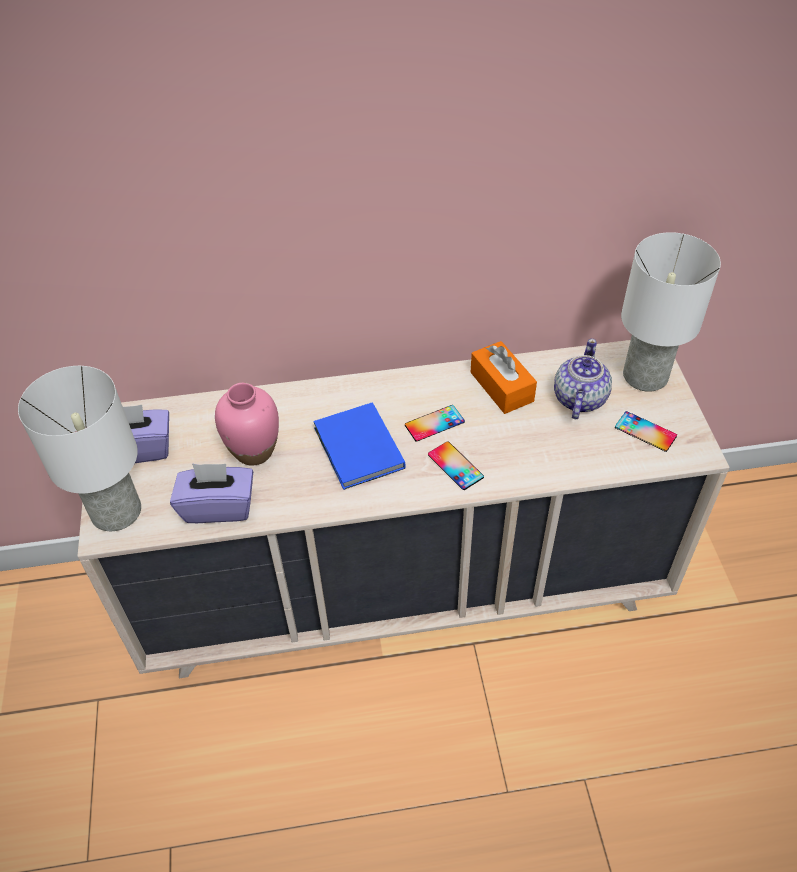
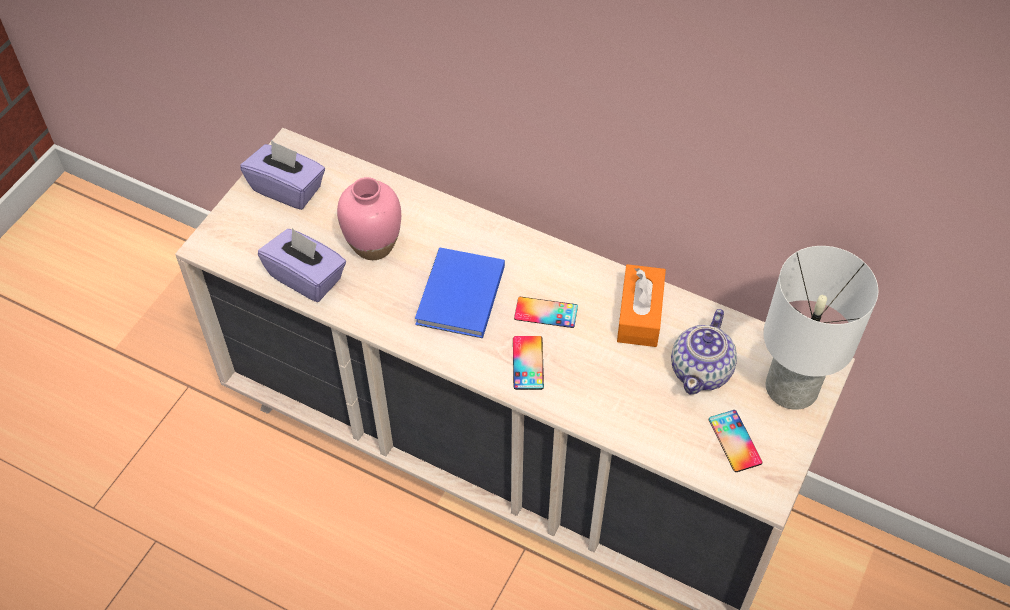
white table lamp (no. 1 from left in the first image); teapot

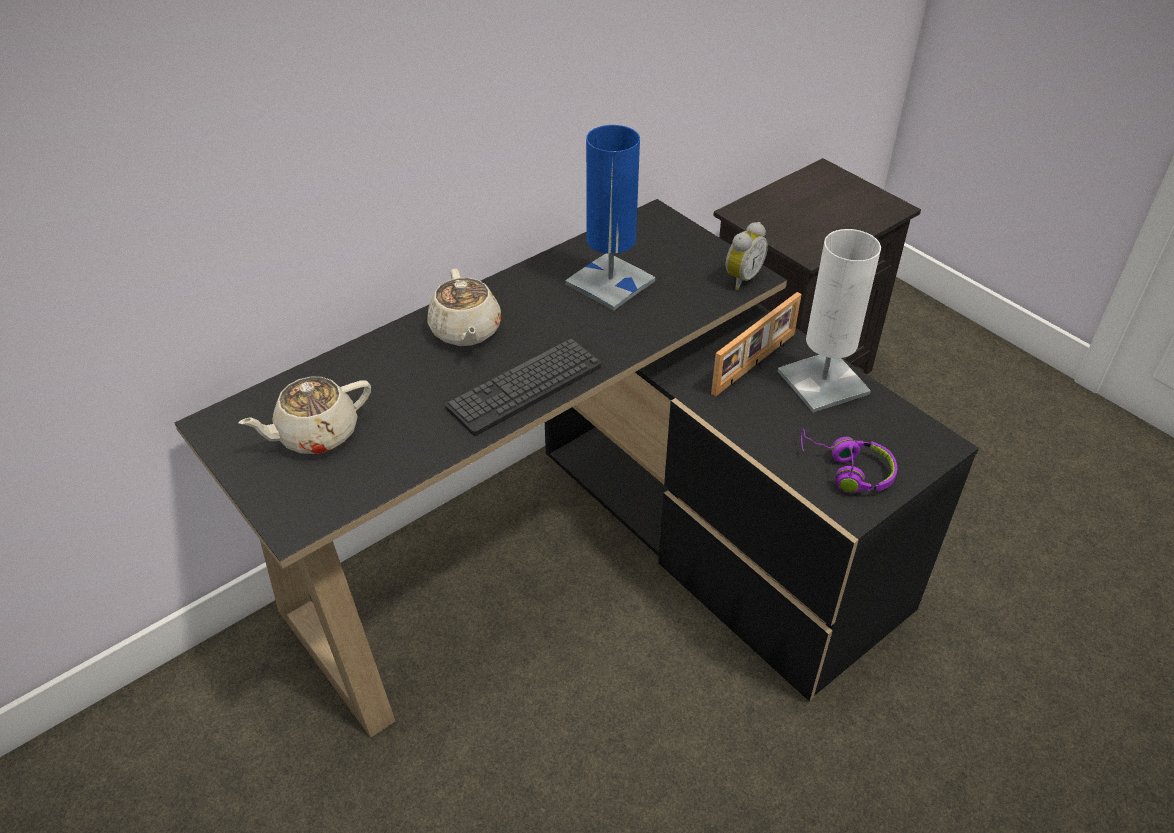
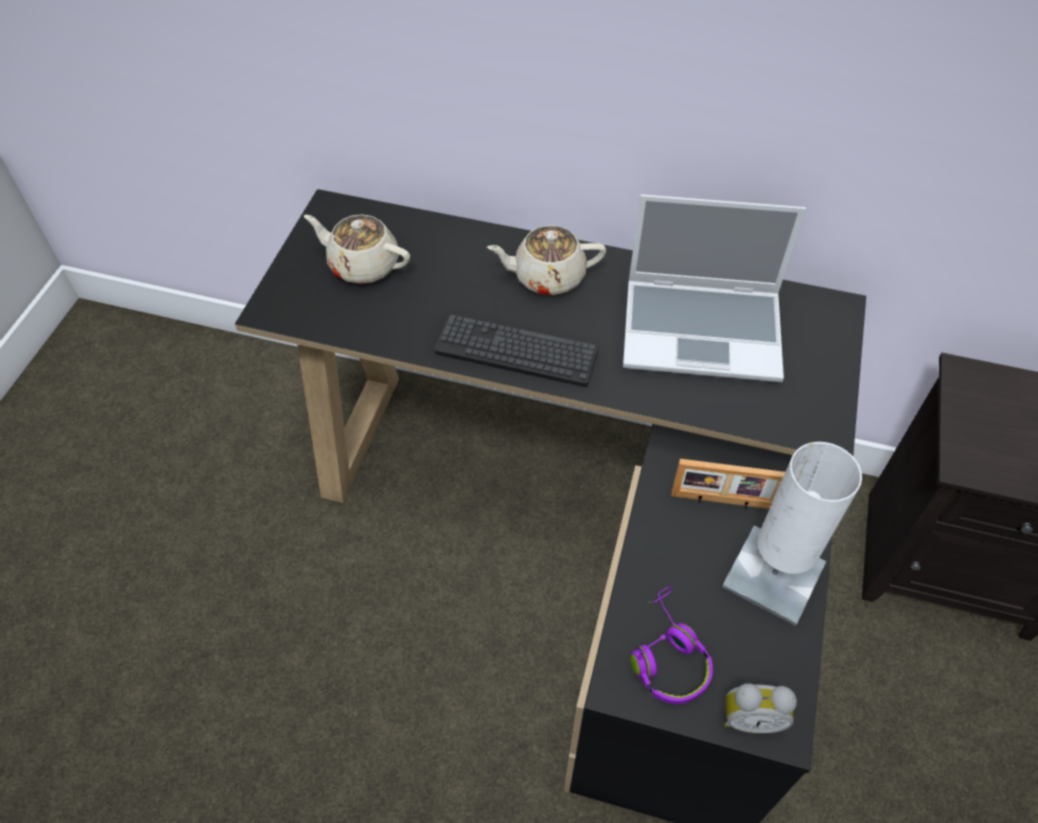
alarm clock; laptop; beige teapot (no. 2 from left)

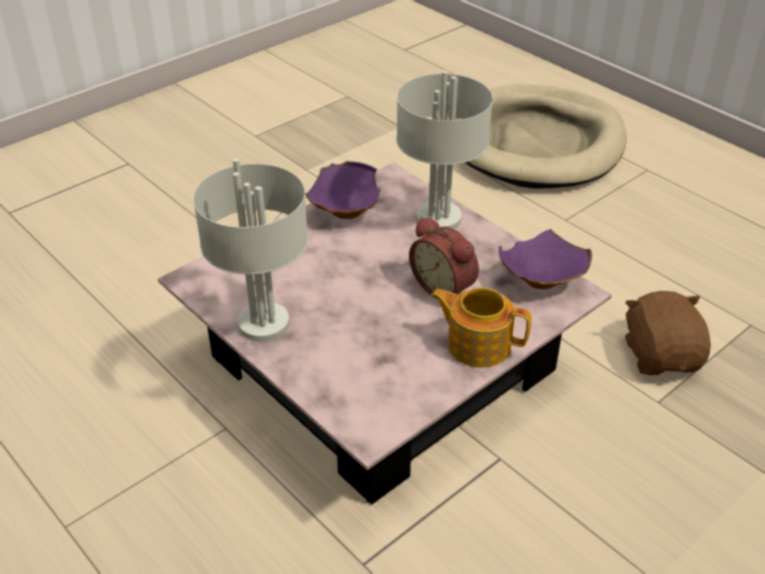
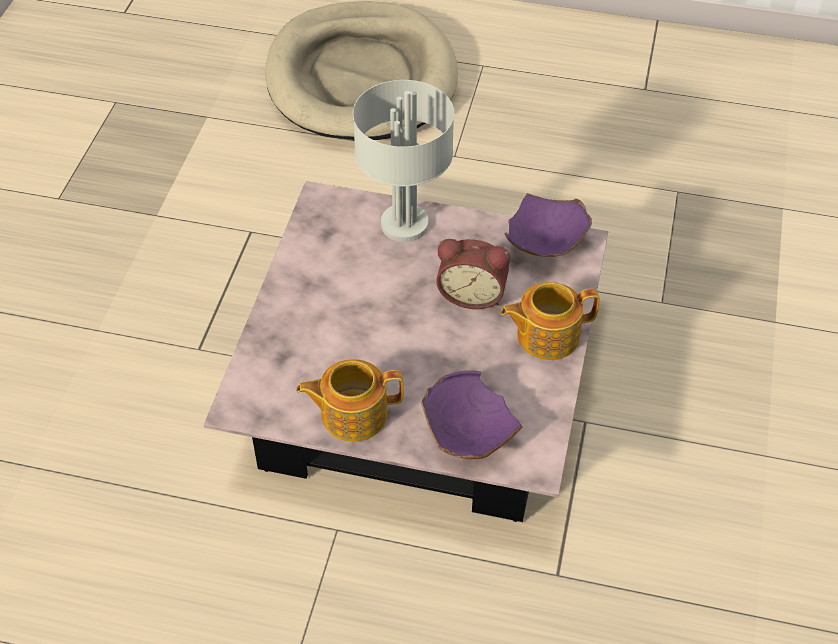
brown plush toy; purple bowl (no. 1 from left); teapot (no. 1 from left)

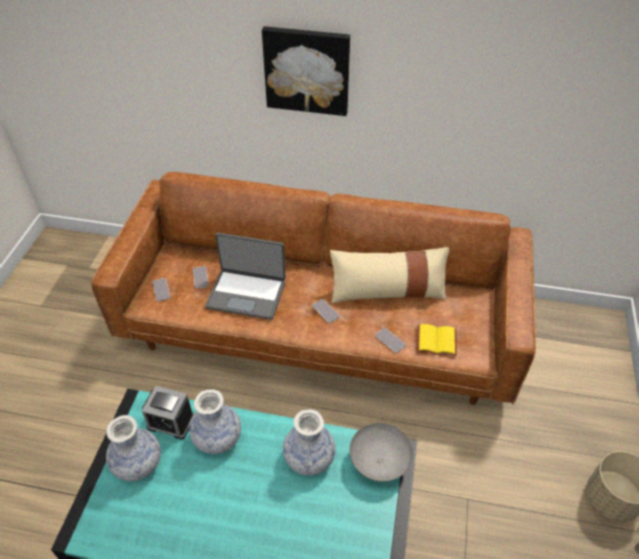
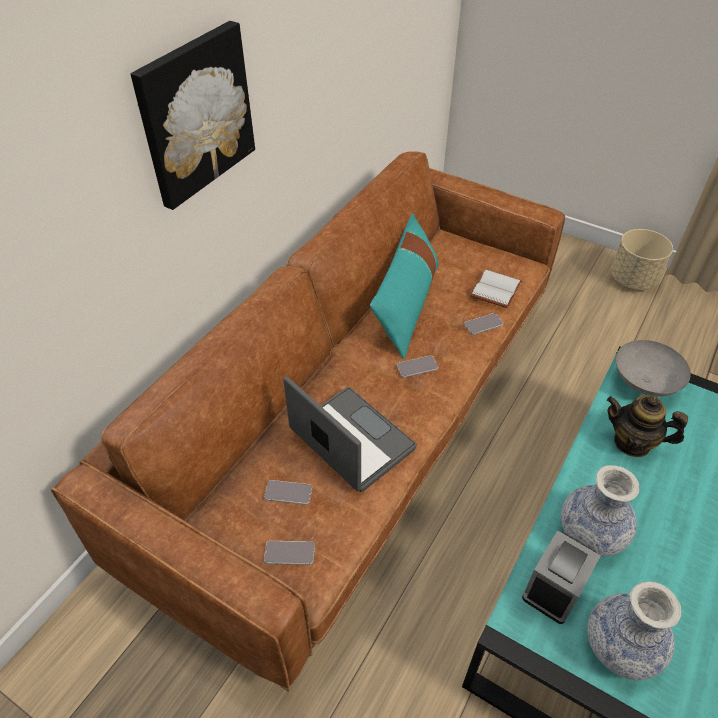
teapot; turquoise pillow; white book; laptop

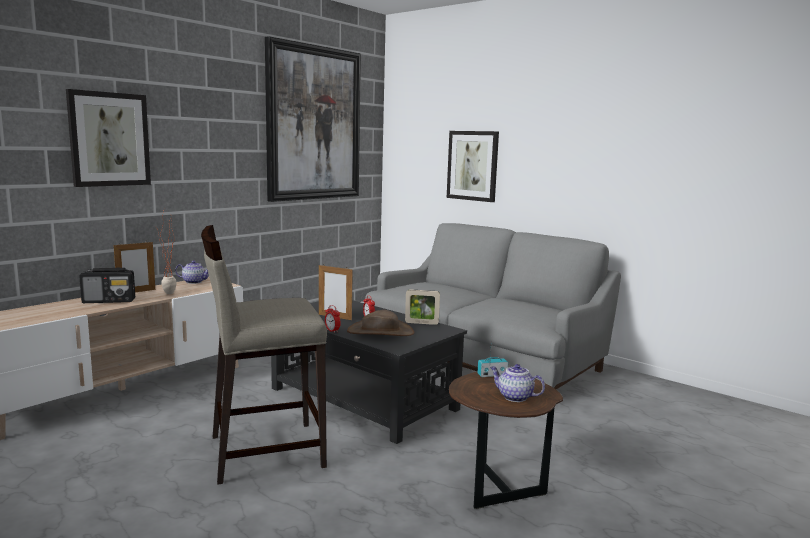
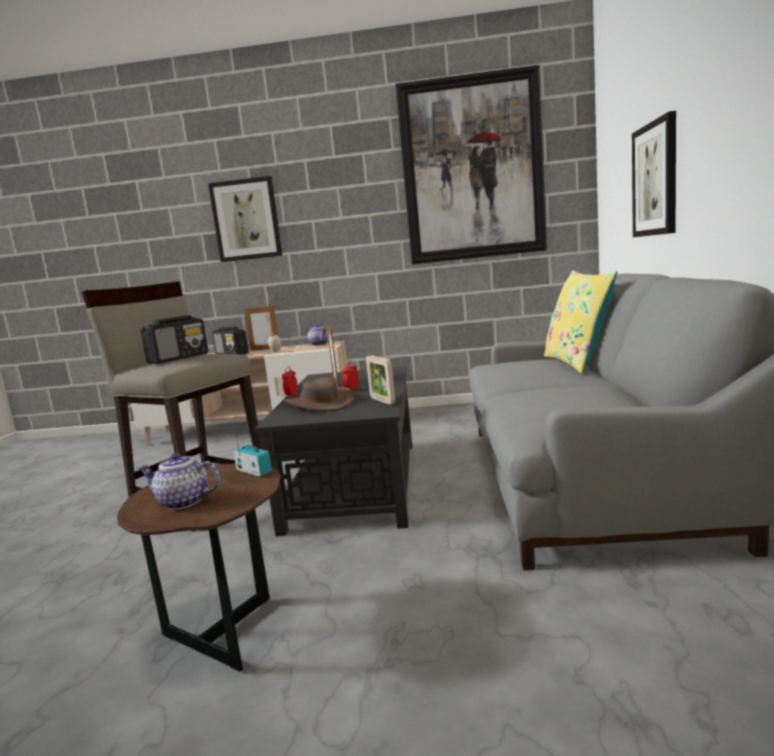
radio (no. 1 from left); yellow pillow; teapot (no. 1 from left)

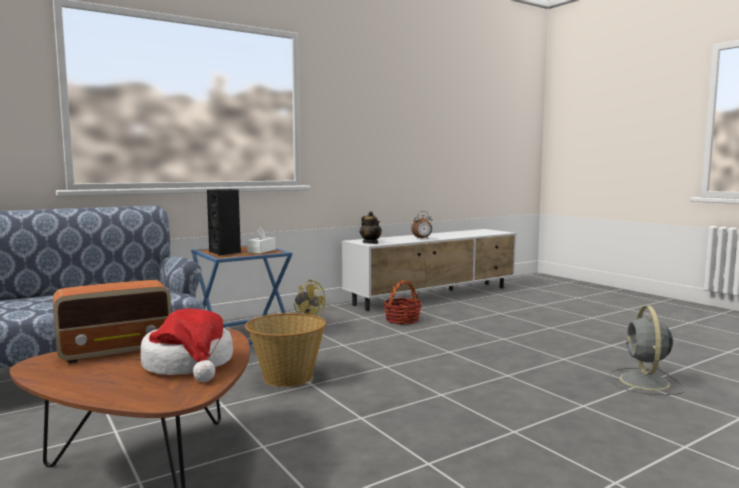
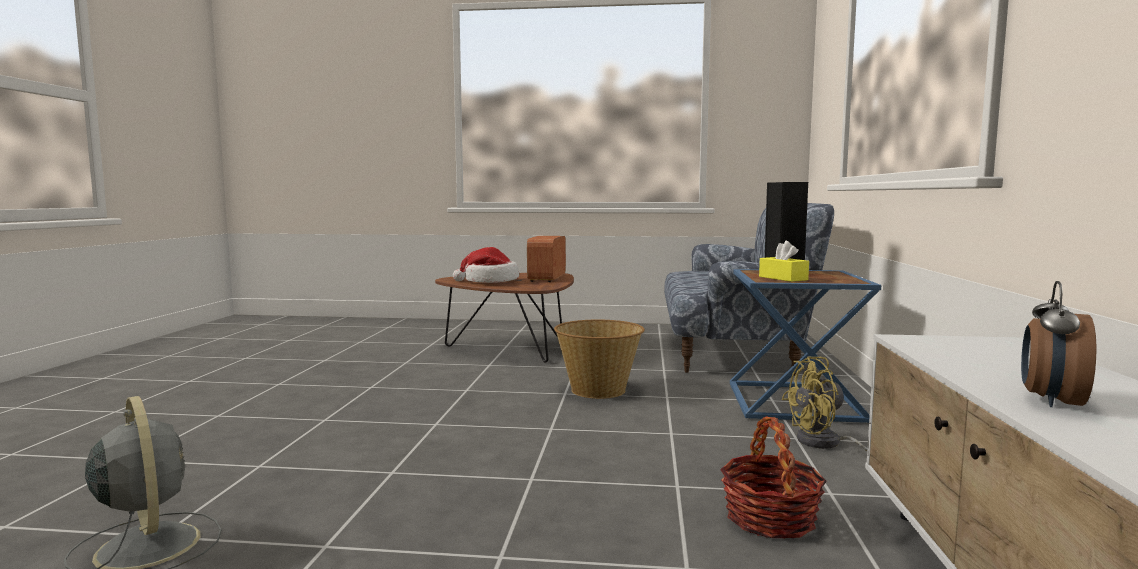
teapot; yellow tissue box

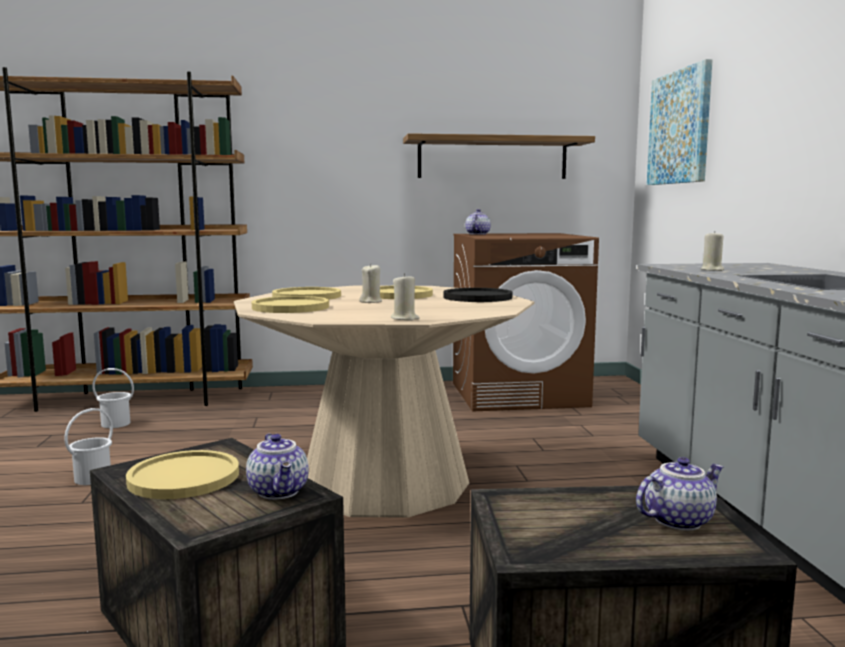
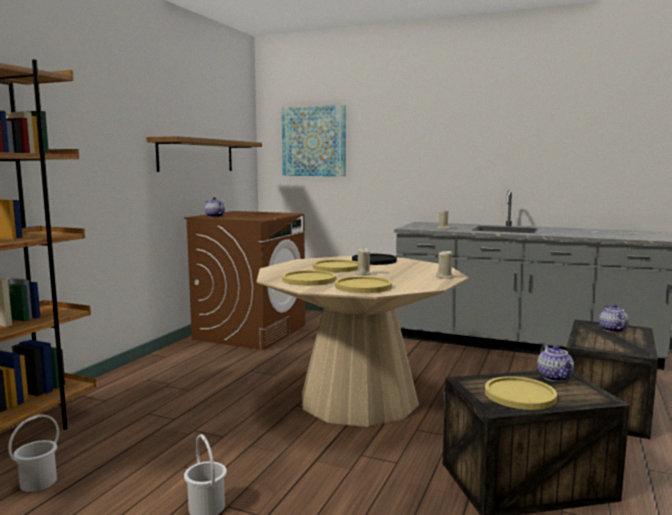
teapot (no. 2 from left)

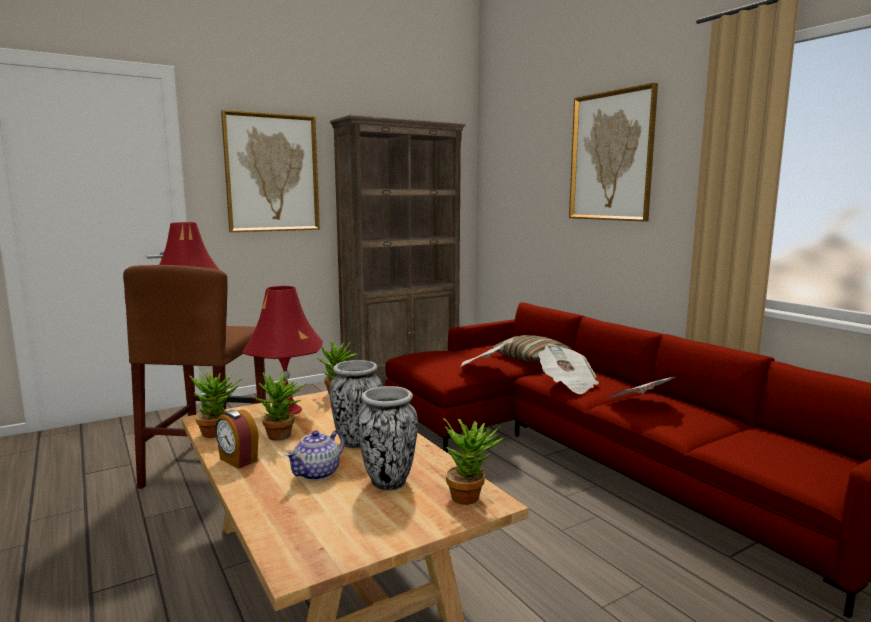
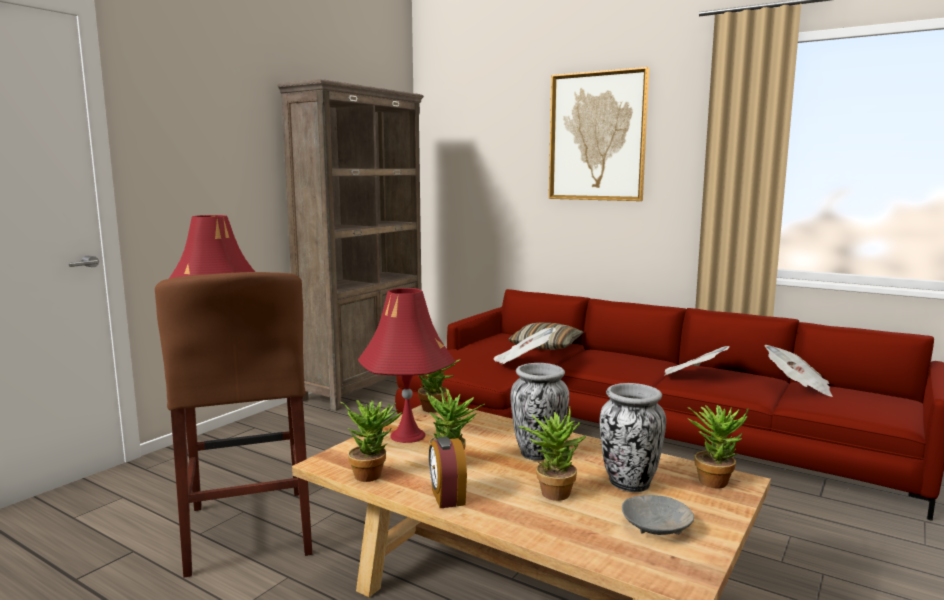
picture (no. 1 from left in the first image); grey bowl; newspaper (no. 3 from left); potted plant (no. 4 from left); alarm clock

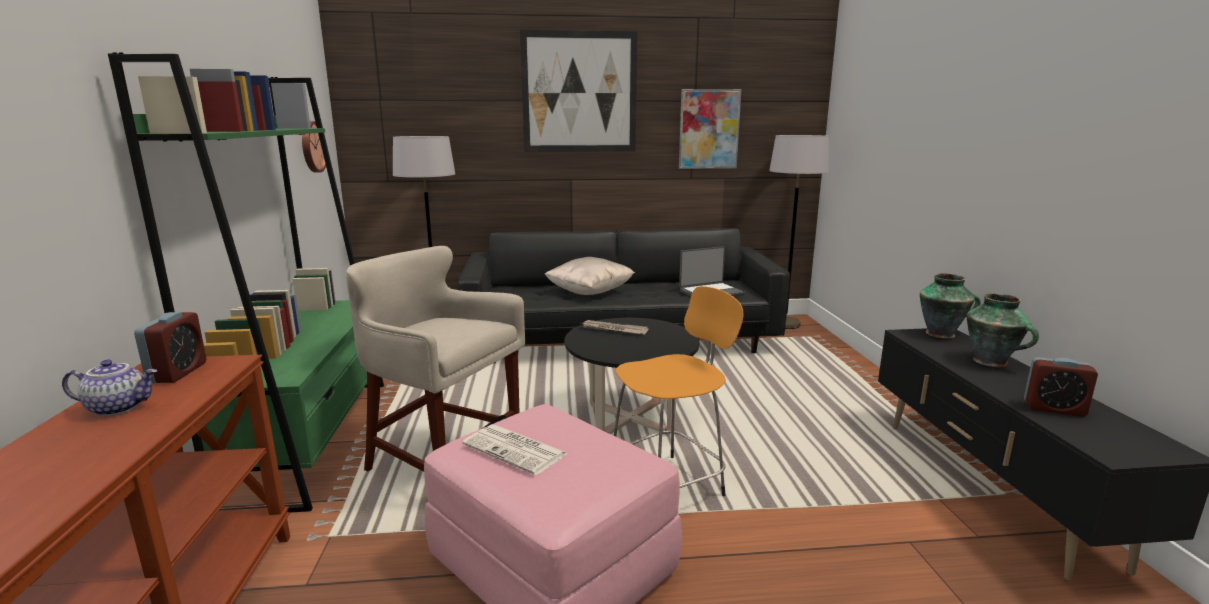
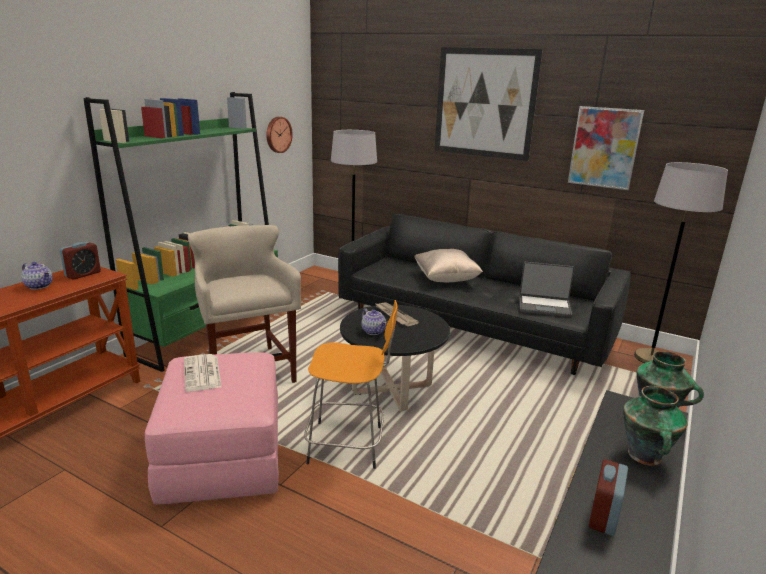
teapot (no. 2 from left); alarm clock (no. 2 from left)

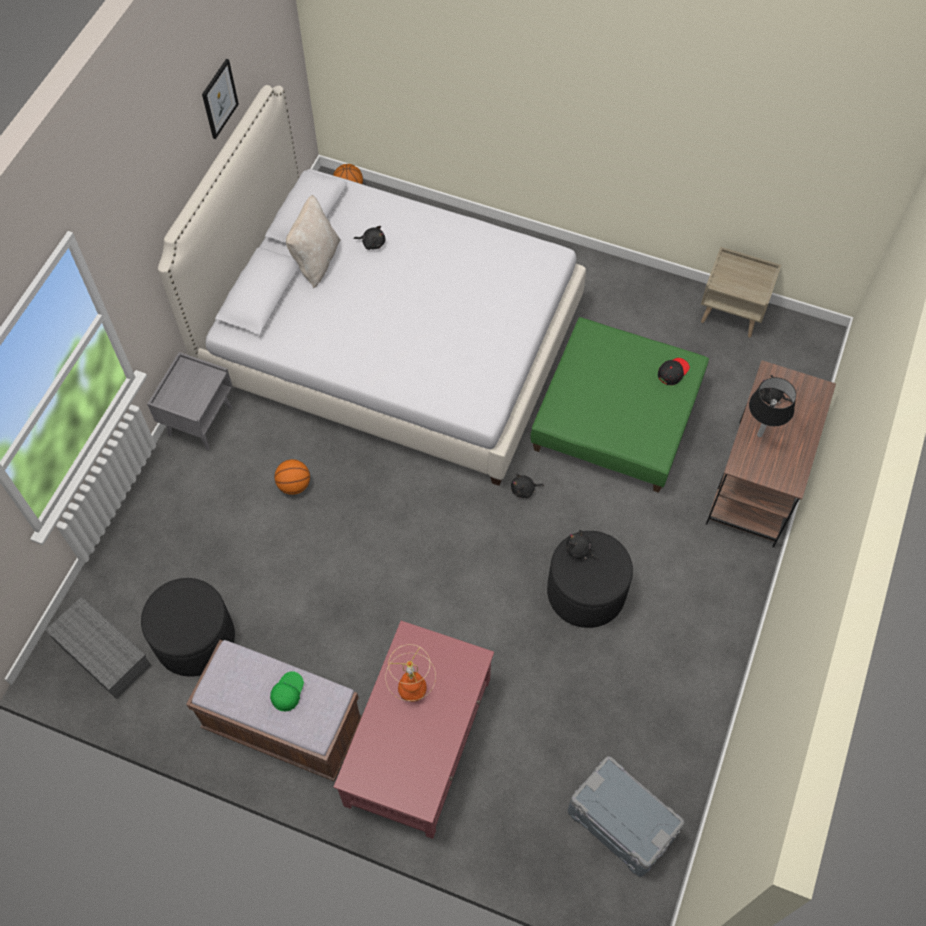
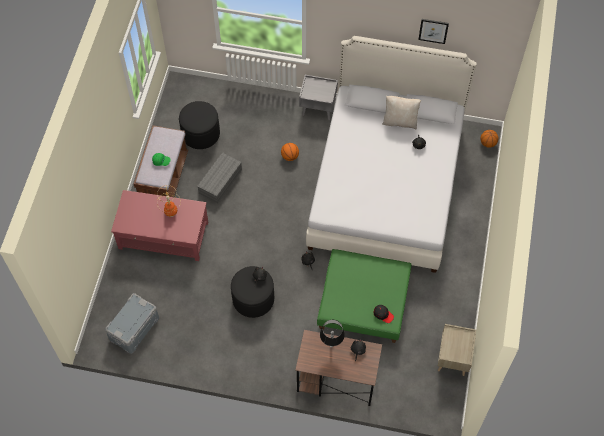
grey storage box (no. 2 from left)

